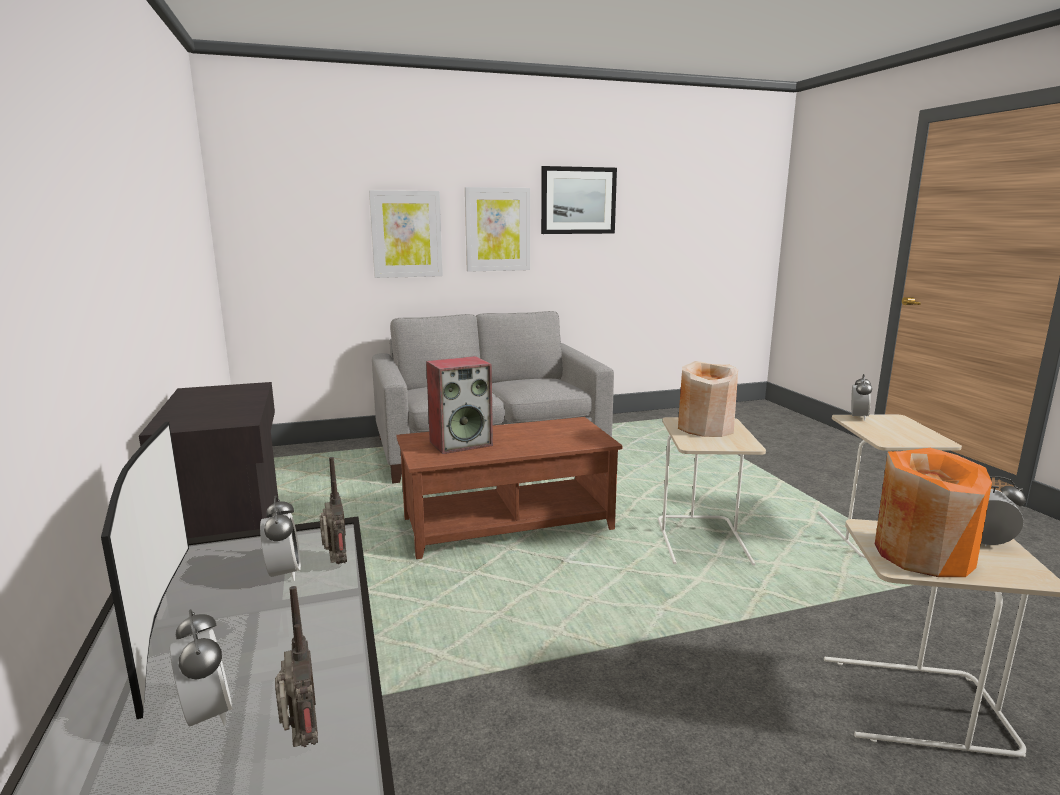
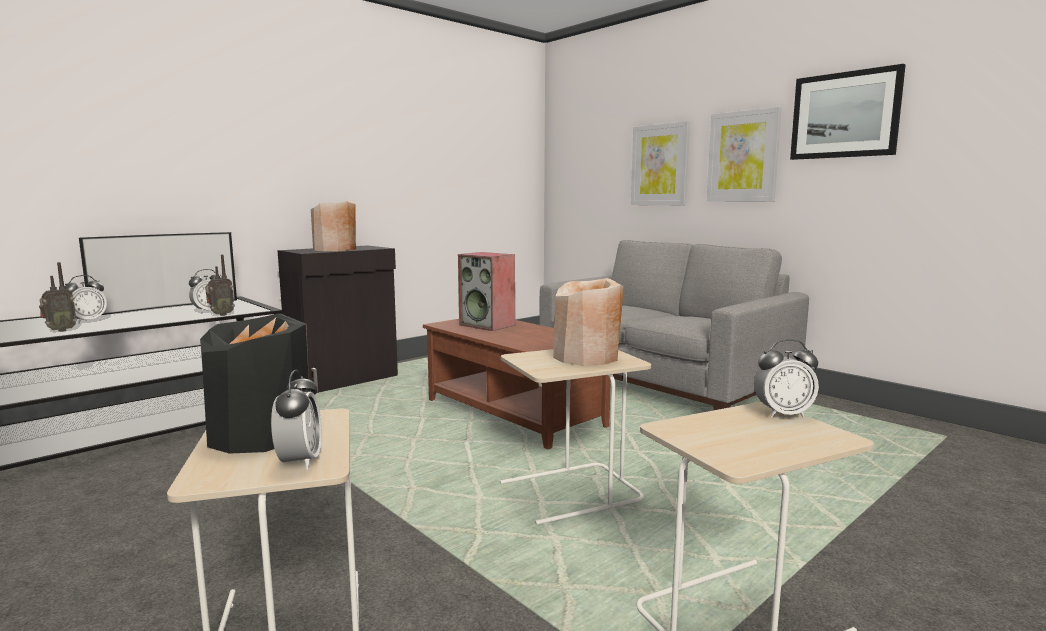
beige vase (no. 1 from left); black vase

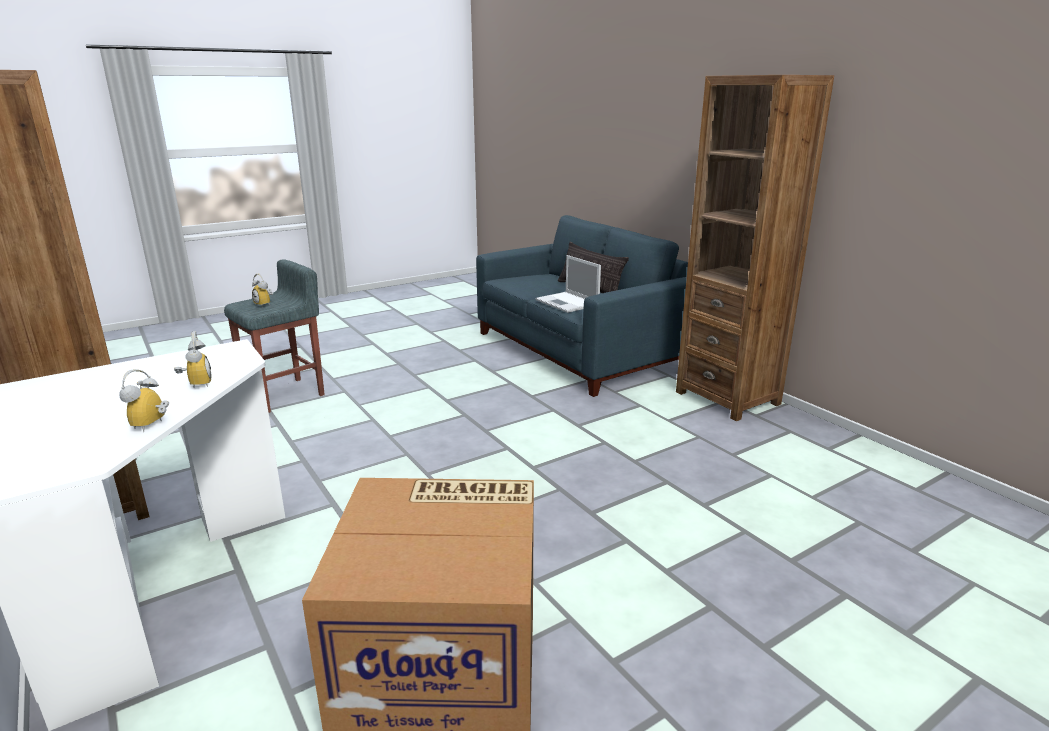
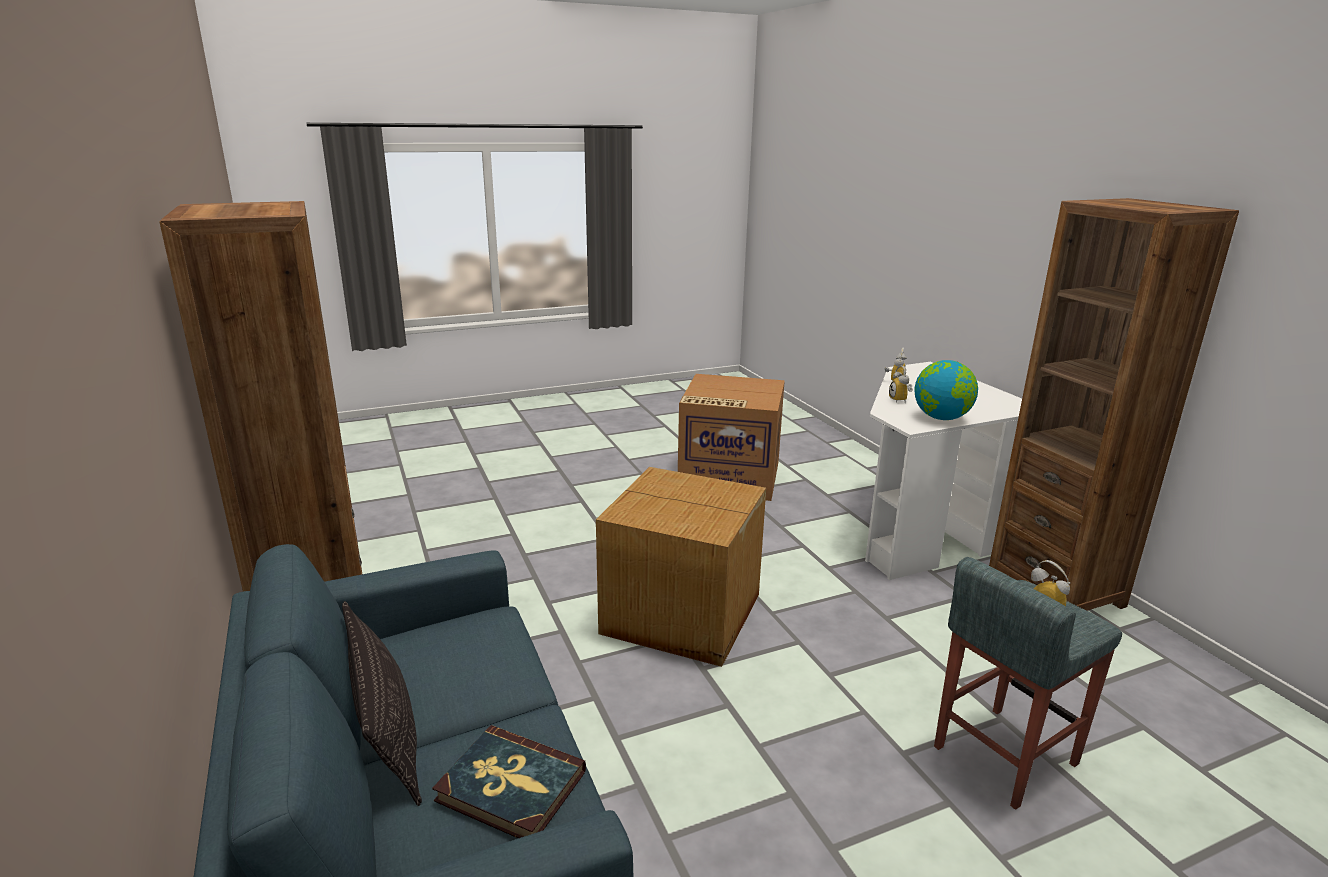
laptop; book; cardboard box (no. 1 from left); globe

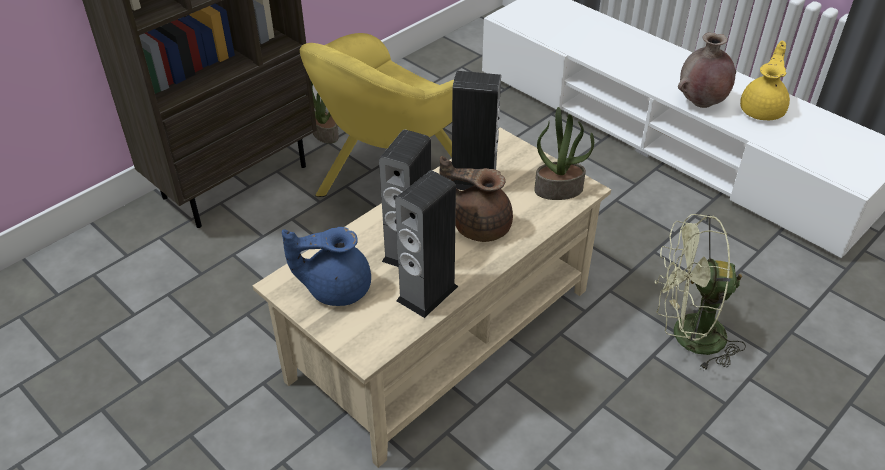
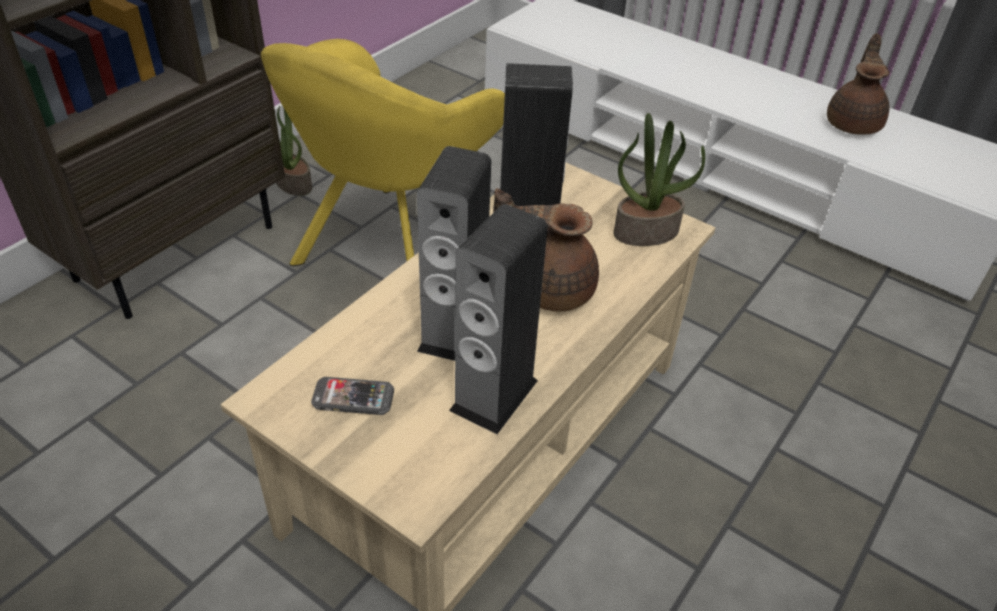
green fan; brown vase; phone; brown teapot (no. 2 from left)

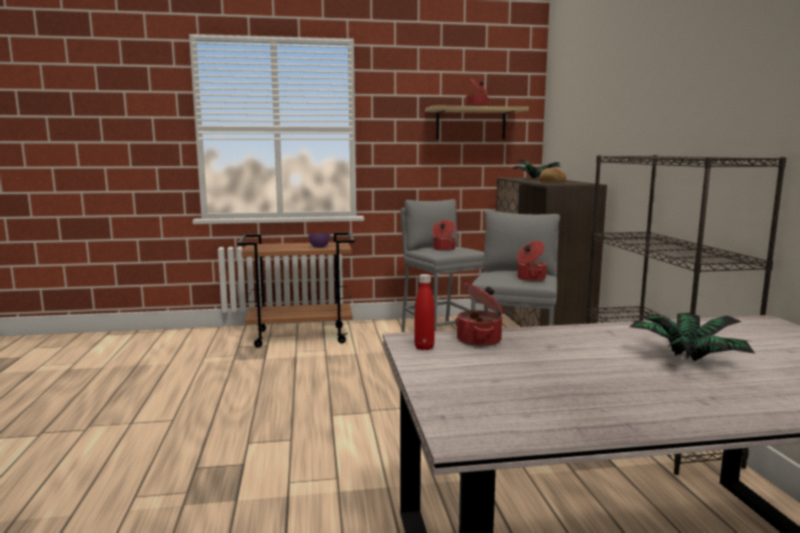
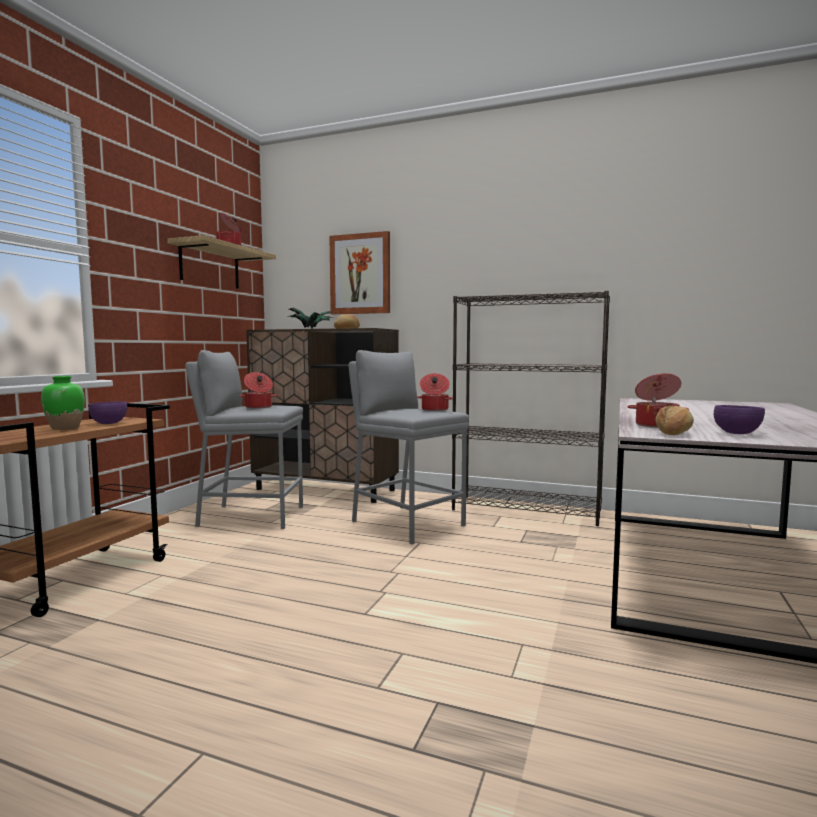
potted plant (no. 2 from left in the first image); green vase; picture; purple bowl (no. 2 from left); bread (no. 2 from left)

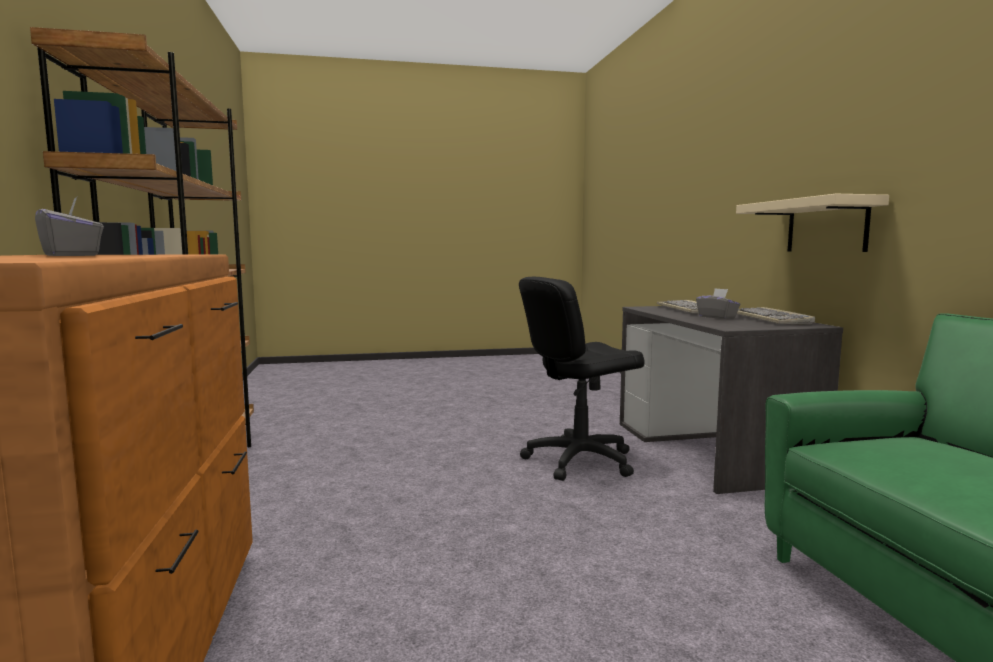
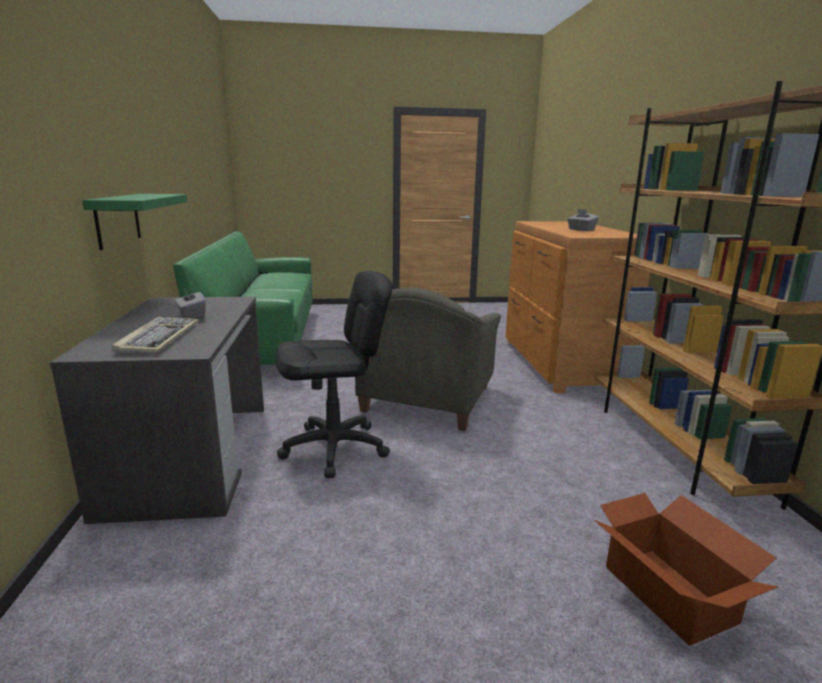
keyboard (no. 2 from left in the first image); grey armchair; cardboard box; green shelf

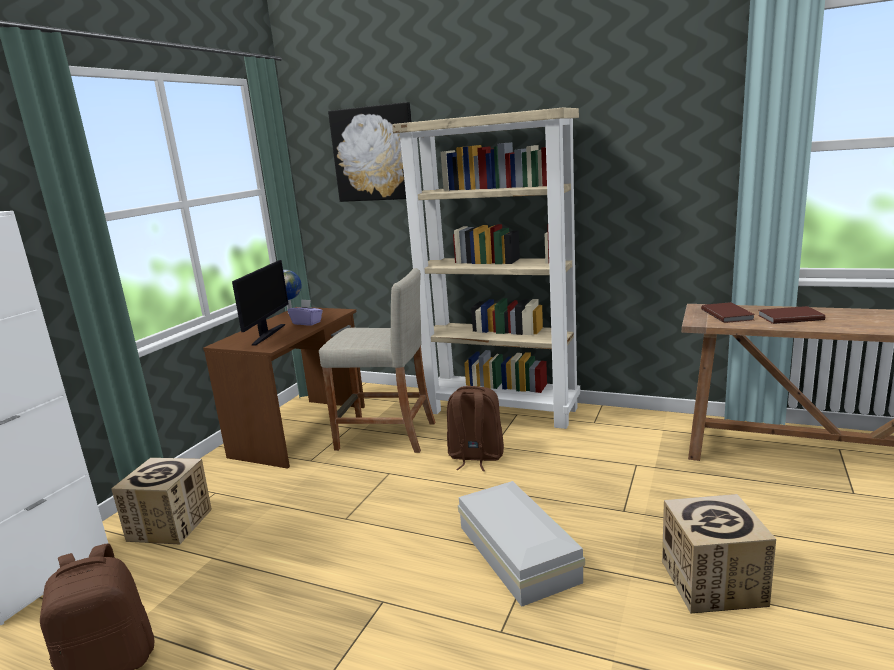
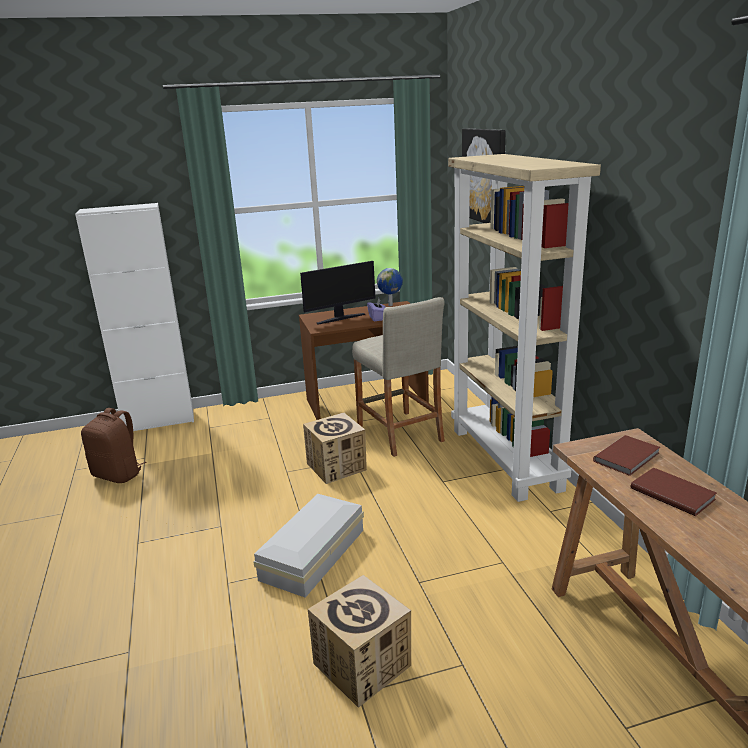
brown backpack (no. 2 from left in the first image); cardboard box (no. 1 from left)

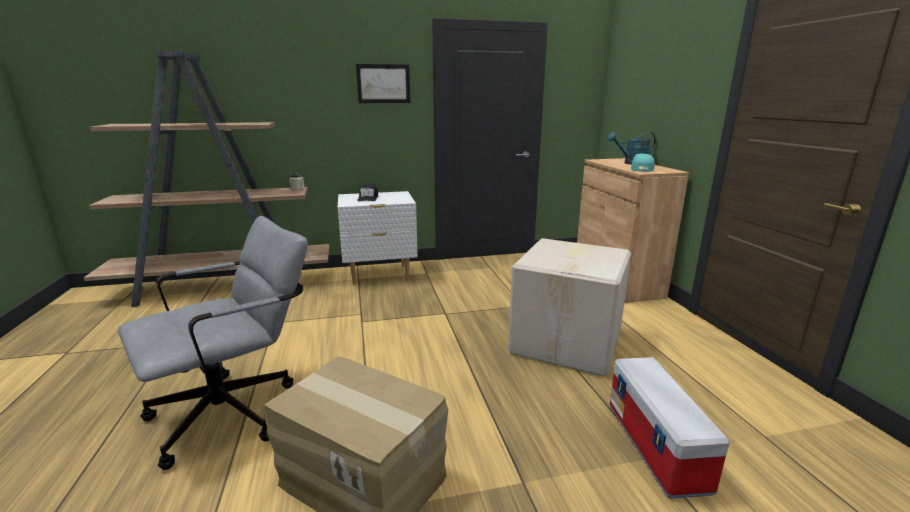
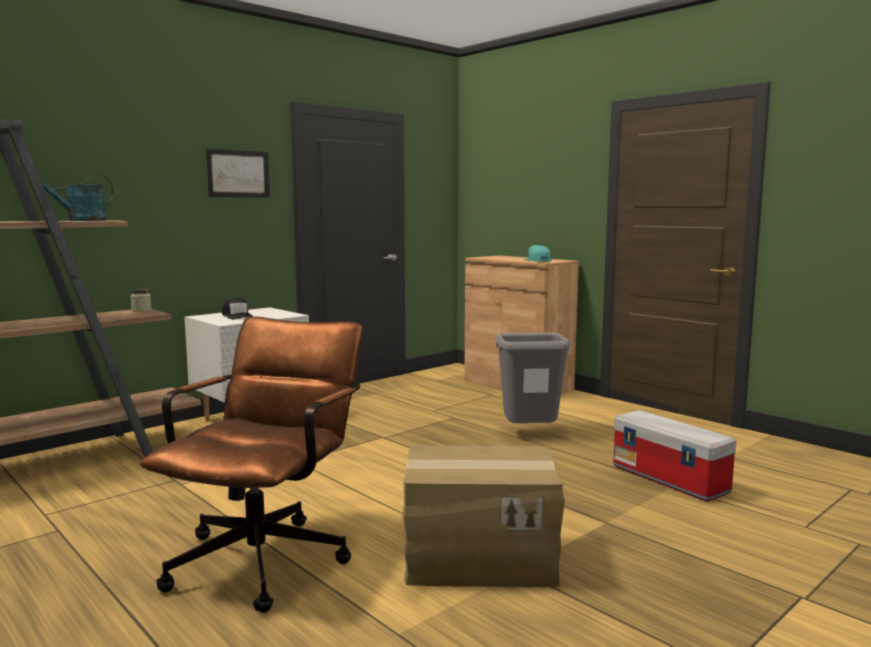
turquoise watering can; grey trash can; brown office chair

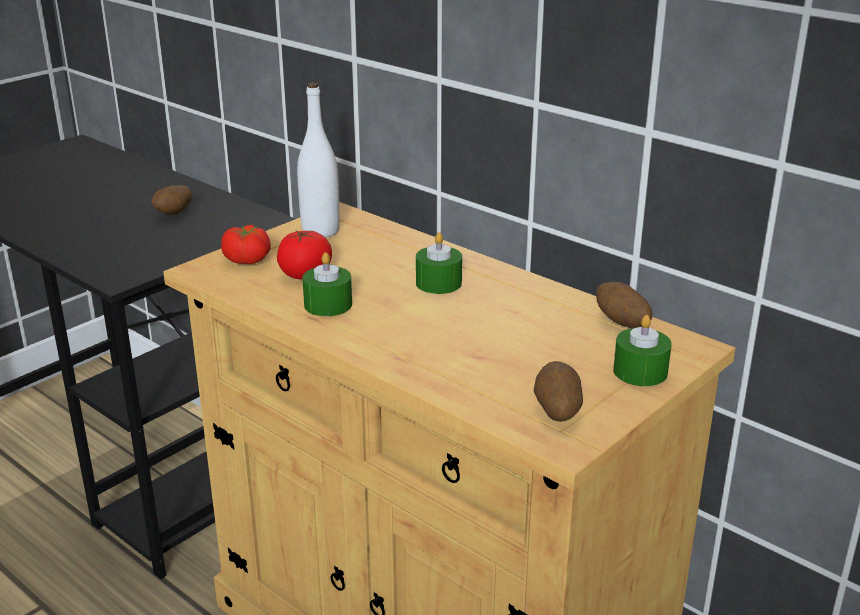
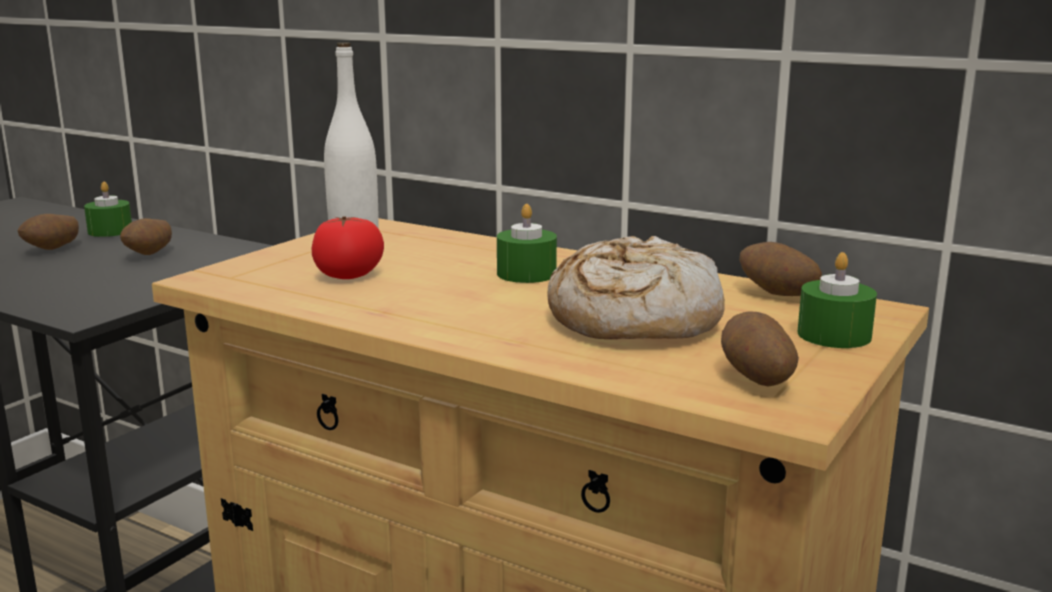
tomato (no. 1 from left in the first image); potato (no. 1 from left); bread; green candle (no. 1 from left)

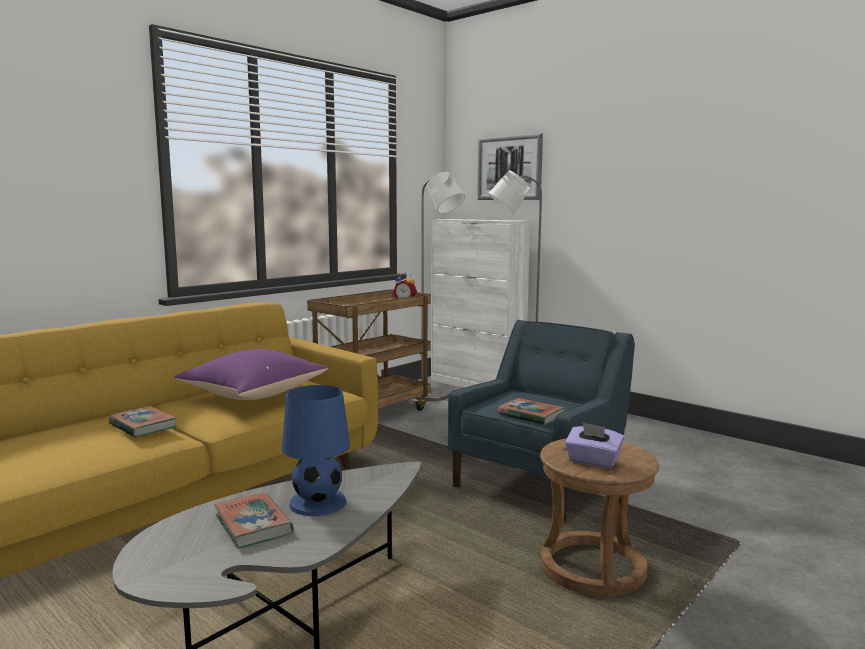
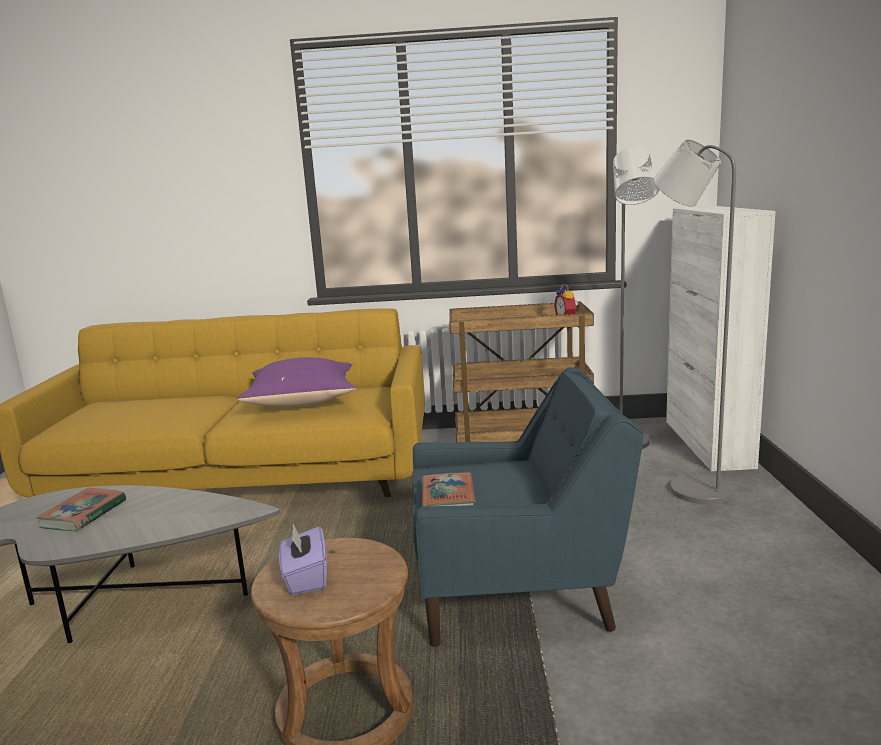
book (no. 1 from left in the first image); blue table lamp; picture

